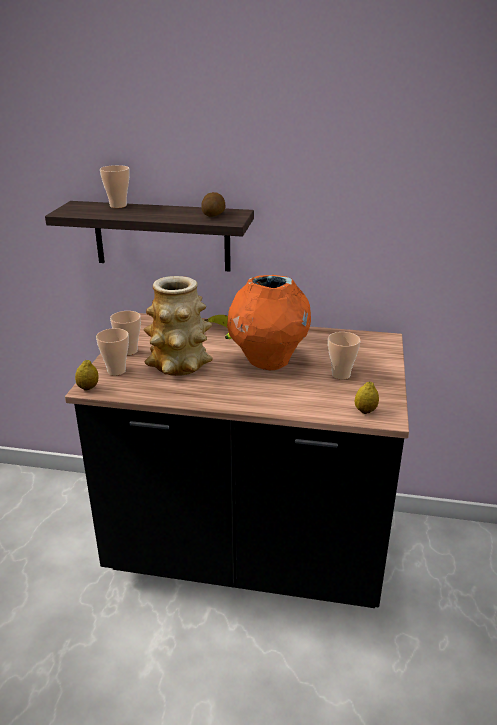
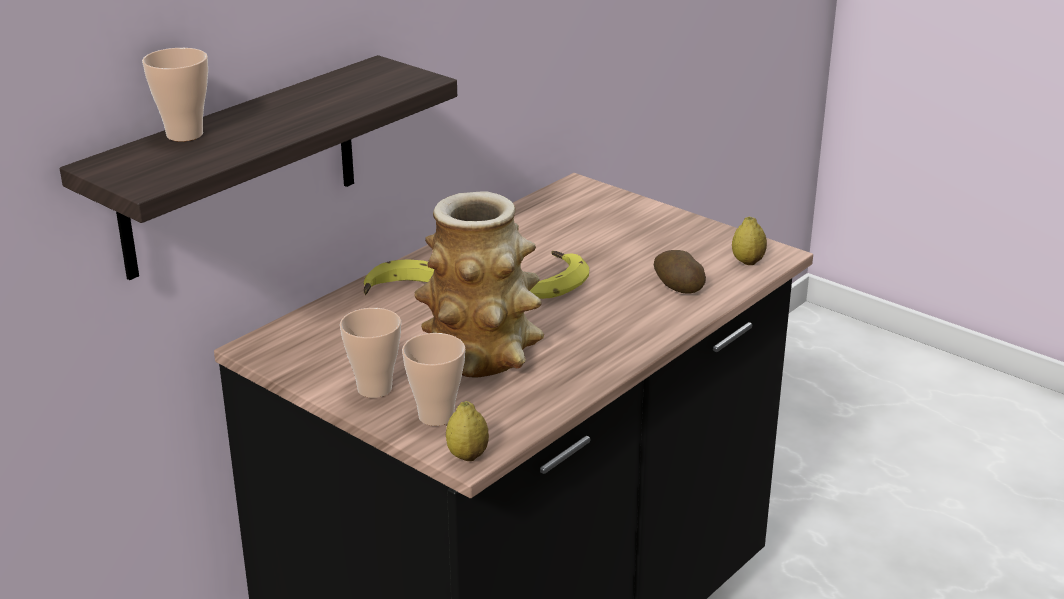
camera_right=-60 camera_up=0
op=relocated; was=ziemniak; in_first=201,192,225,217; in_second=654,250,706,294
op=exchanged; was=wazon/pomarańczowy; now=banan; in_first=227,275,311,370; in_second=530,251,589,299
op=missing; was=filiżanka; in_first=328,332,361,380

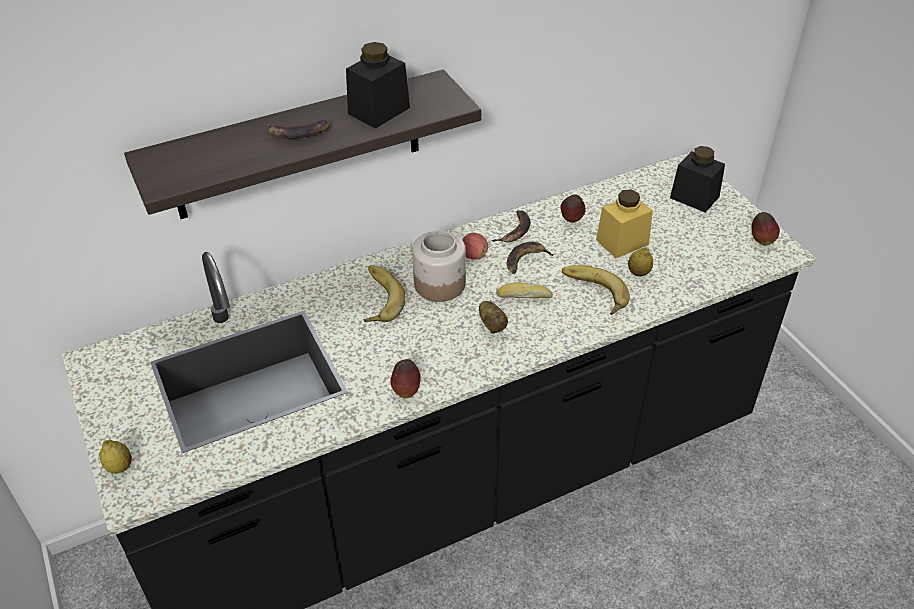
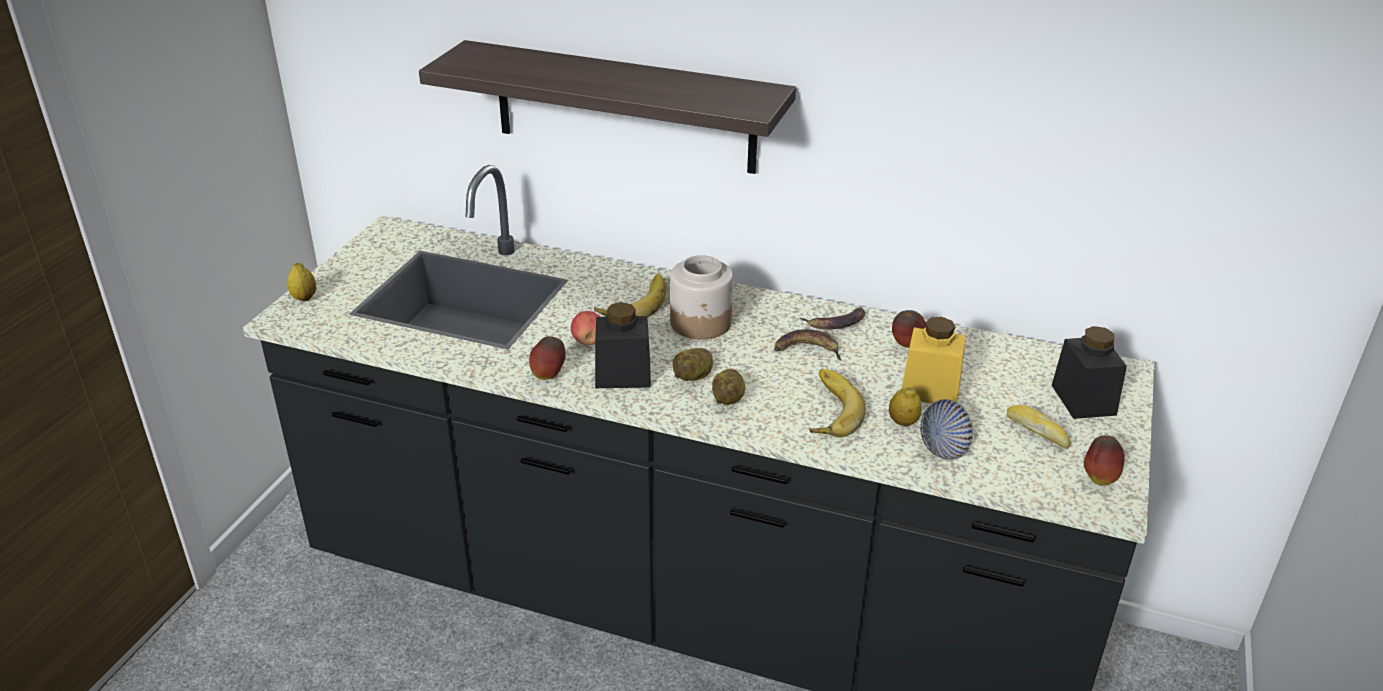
camera_right=45 camera_up=-10
op=relocated; was=słoik/czarny; in_first=346,42,410,129; in_second=595,302,651,388
op=missing; was=banan; in_first=268,119,330,139
op=relocated; was=jabłko; in_first=462,233,488,260; in_second=571,311,600,345
op=relocated; was=chleb; in_first=496,282,553,298; in_second=1007,405,1071,449
op=appeared; now=ziemniak; in_second=712,369,745,405
op=appeared; now=miska; in_second=920,399,973,460

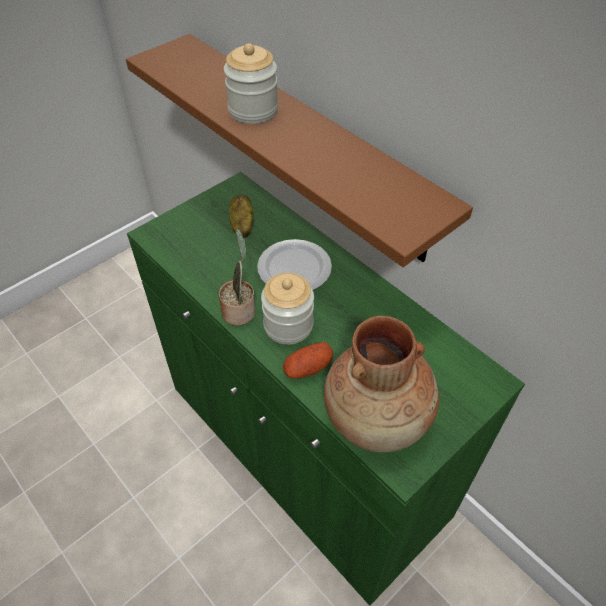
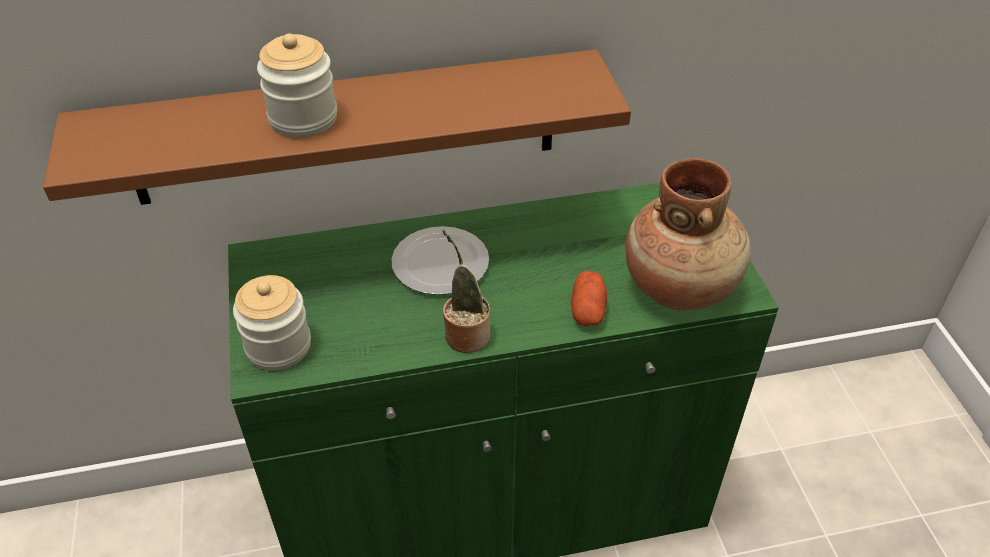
camera_right=-60 camera_up=-5
op=missing; was=ziemniak; in_first=229,195,253,238
op=relocated; was=słoik; in_first=261,273,314,345; in_second=233,275,311,370

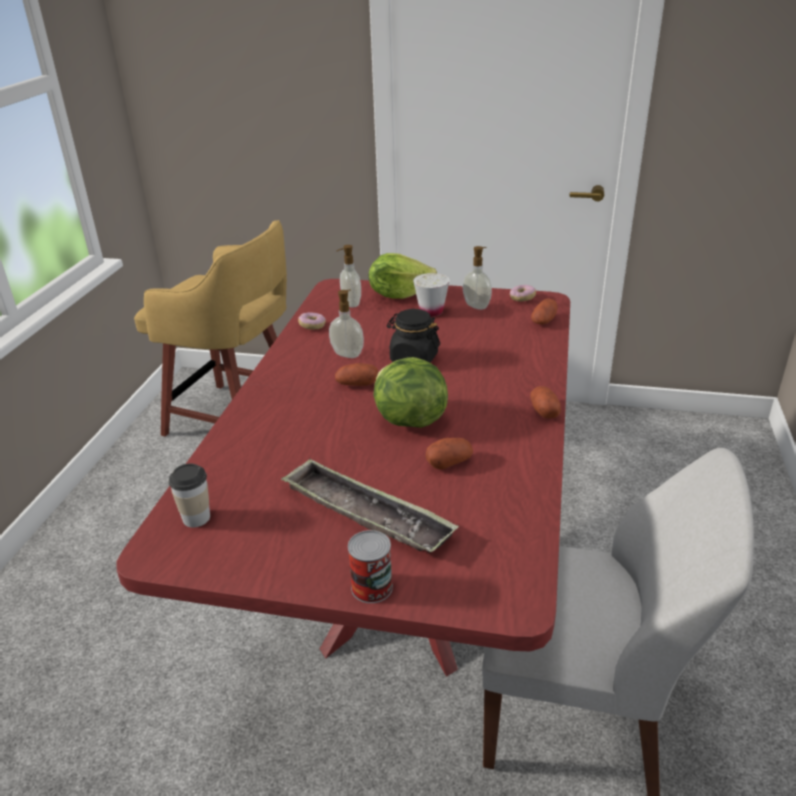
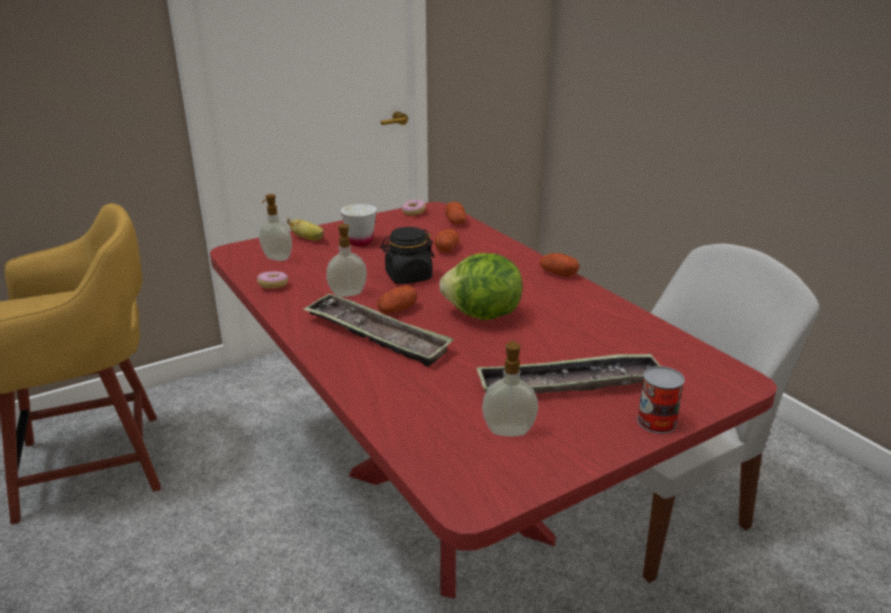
camera_right=-45 camera_up=-5
op=relocated; was=dozownik mydła; in_first=463,246,492,310; in_second=482,340,538,436
op=exchanged; was=sałata; now=banan; in_first=369,253,437,299; in_second=287,218,324,241
op=relocated; was=ziemniak; in_first=426,438,473,470; in_second=435,229,460,253
op=missing; was=filiżanka; in_first=169,463,210,528
op=appeared; now=taca; in_second=303,294,454,367

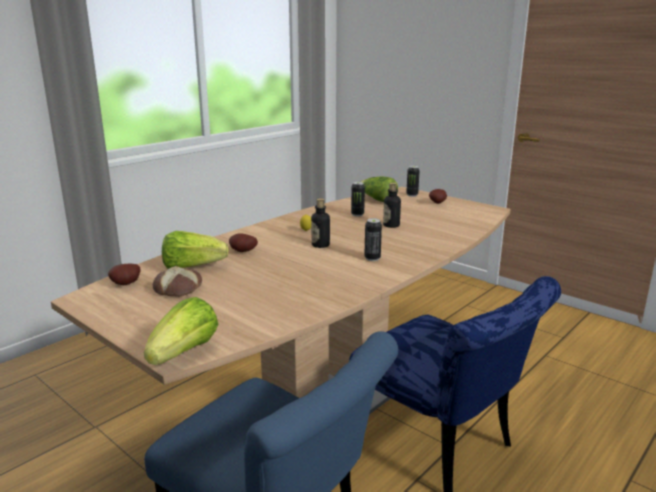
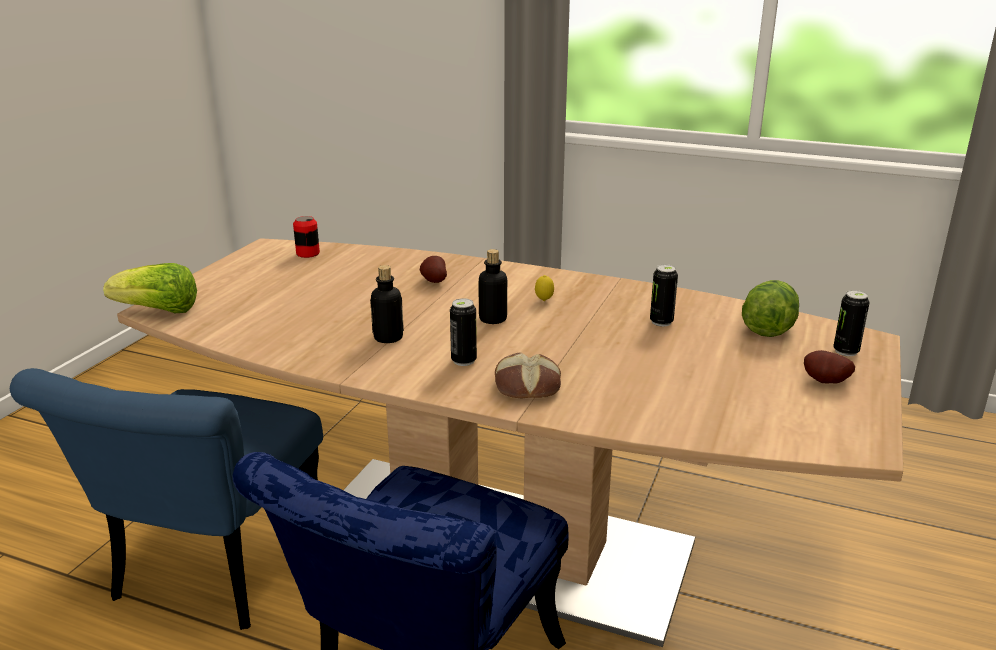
camera_right=70 camera_up=5
op=relocated; was=butelka; in_first=383,183,401,228; in_second=370,265,404,343
op=missing; was=sałata; in_first=162,231,229,269
op=exchanged; was=ziemniak; now=puszka; in_first=108,264,141,285; in_second=293,216,320,258
op=relocated; was=chleb; in_first=153,266,202,297; in_second=495,352,561,398

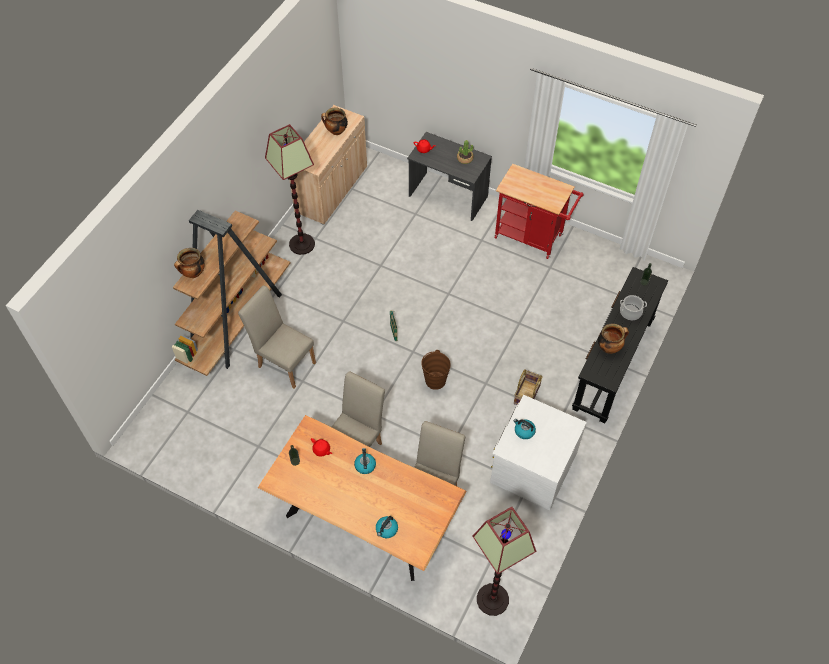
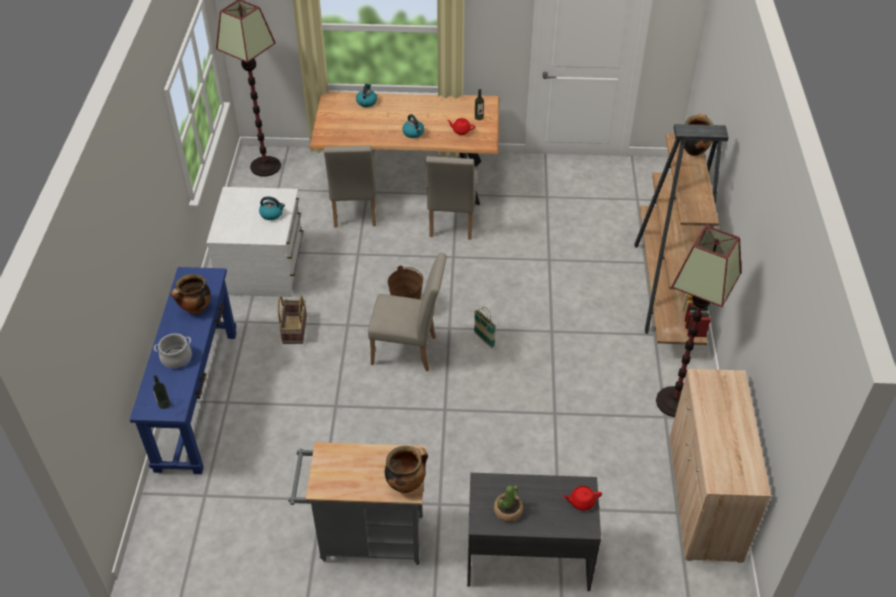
camera_right=155 camera_up=-10
op=relocated; was=garnek; in_first=321,107,348,135; in_second=385,446,428,493
op=colour; was=wózek/czerwony; now=wózek/szary; in_first=495,164,584,259; in_second=289,442,426,565
op=colour; was=stolik konsolowy/czarny; now=stolik konsolowy/niebieski; in_first=572,267,668,423; in_second=129,267,237,474
op=relocated; was=krzesło/beżowy; in_first=238,285,316,388; in_second=368,253,447,371

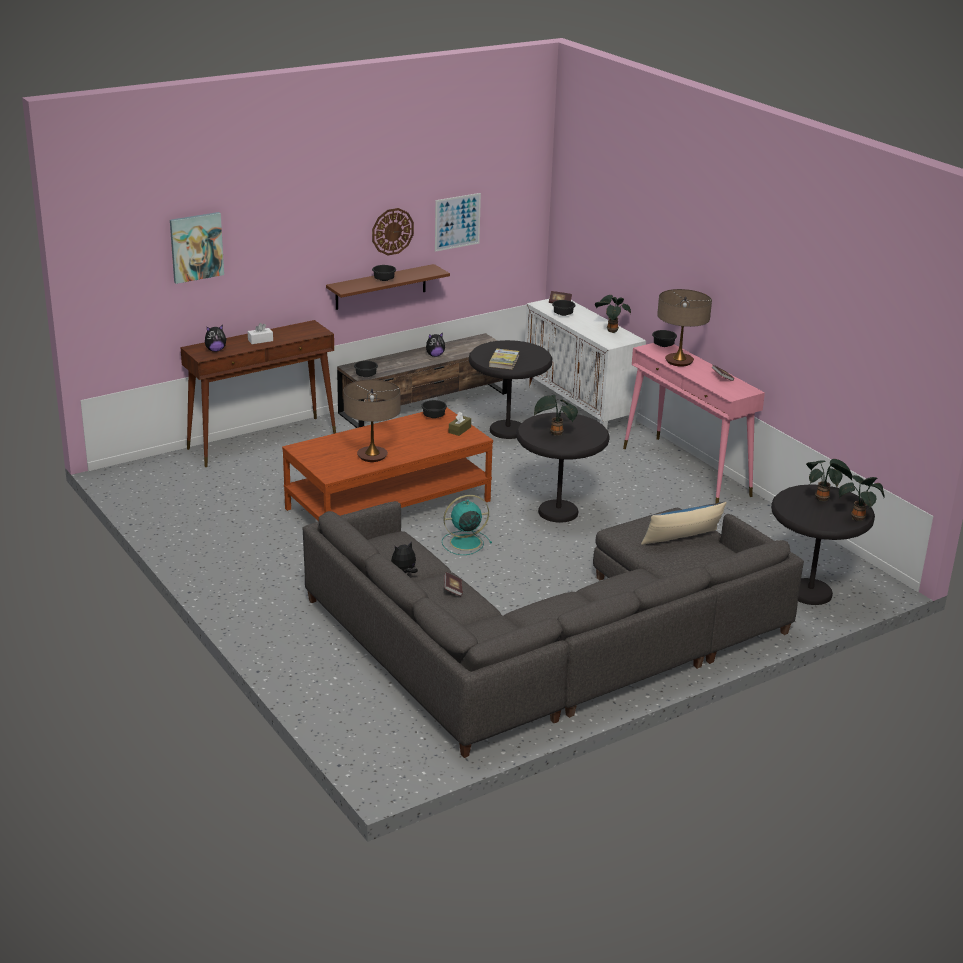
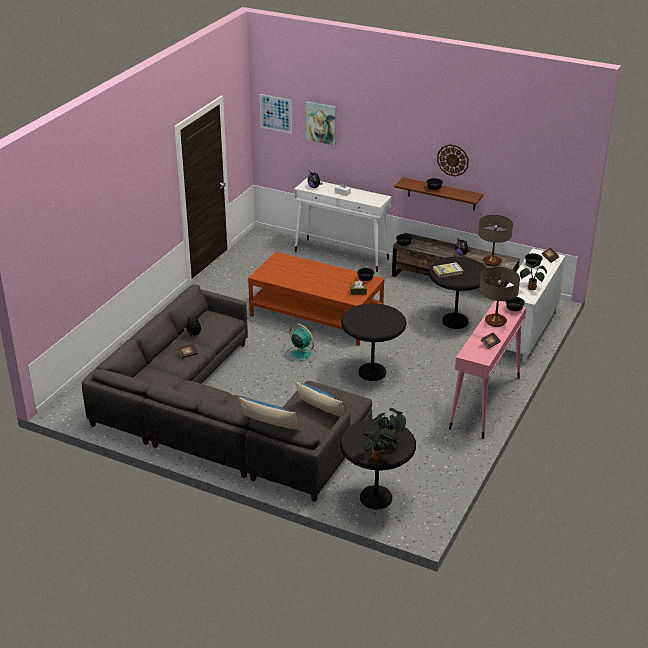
camera_right=60 camera_up=5
op=relocated; was=obraz; in_first=435,193,481,252; in_second=260,94,292,134
op=colour; was=stolik konsolowy/brązowy; now=stolik konsolowy/biały; in_first=180,320,336,467; in_second=294,178,391,272
op=relocated; was=lampa stołowa; in_first=343,379,400,462; in_second=478,215,513,266
op=missing; was=roślina doniczkowa; in_first=534,395,578,436
op=appeared; now=poduszka; in_second=238,397,302,431

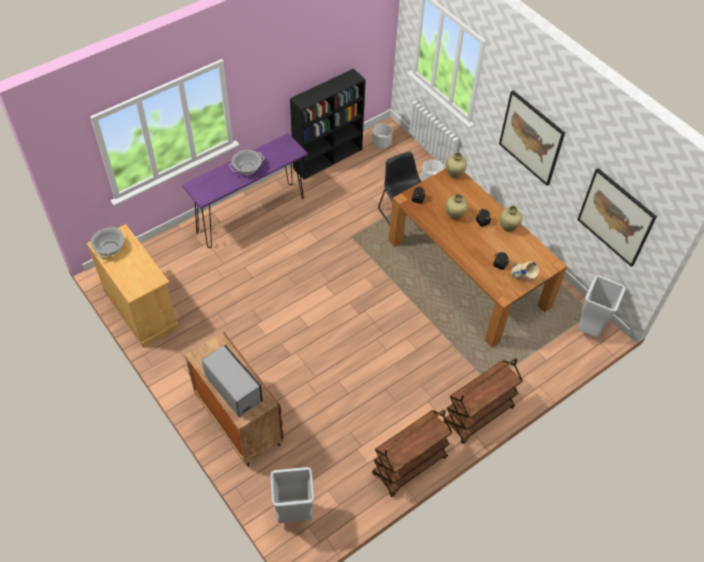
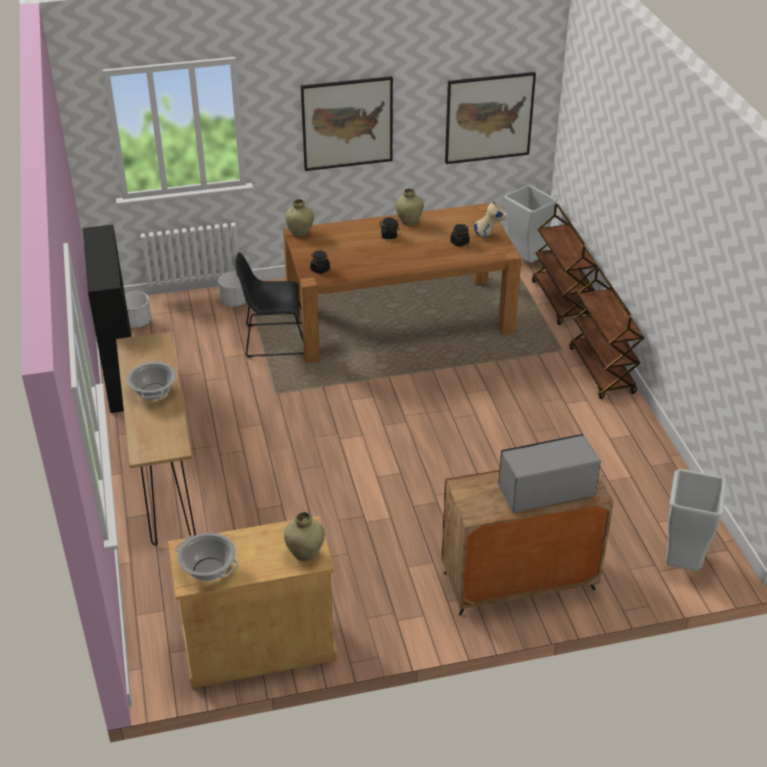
camera_right=-65 camera_up=-15
op=colour; was=stolik konsolowy/fioletowy; now=stolik konsolowy/brązowy; in_first=182,133,308,248; in_second=116,332,196,545
op=relocated; was=wazon/beżowy; in_first=446,194,468,220; in_second=284,512,325,561
op=relocated; was=wózek/brązowy; in_first=372,410,453,497; in_second=532,204,598,325

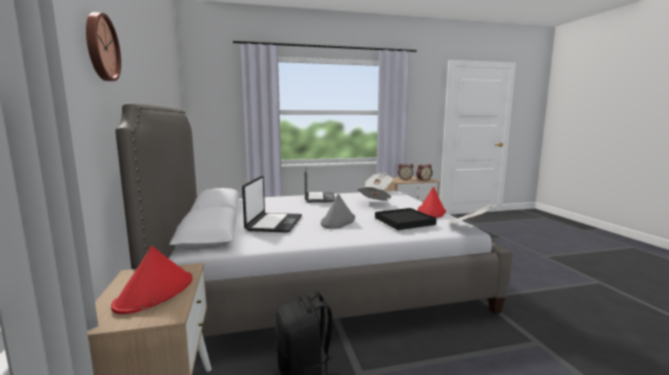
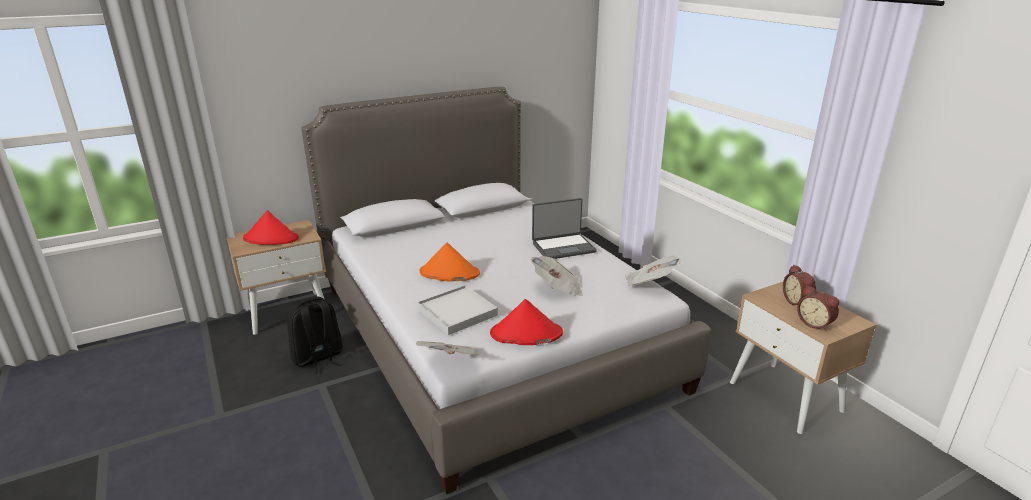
camera_right=75 camera_up=15
op=missing; was=zegar ścienny; in_first=86,12,121,81
op=missing; was=laptop; in_first=242,176,302,233
op=colour; was=kapelusz/szary; now=kapelusz/pomarańczowy; in_first=321,194,355,229; in_second=420,242,480,282
op=colour; was=taca/czarny; now=taca/biały; in_first=375,208,437,230; in_second=417,285,498,335

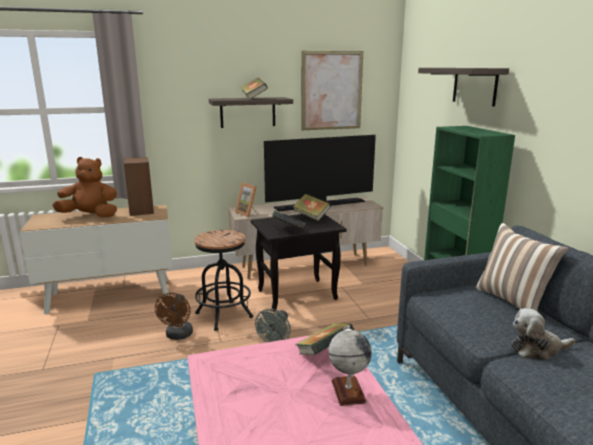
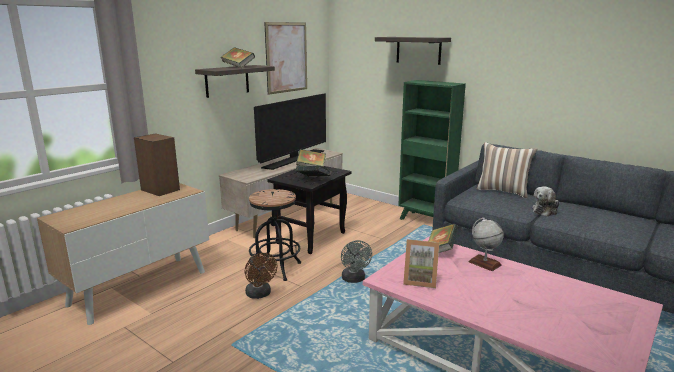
camera_right=-35 camera_up=0
op=missing; was=pluszak/brązowy; in_first=52,157,117,218
op=relocated; was=ramka na zdjęcie; in_first=235,182,257,217; in_second=403,239,439,288

